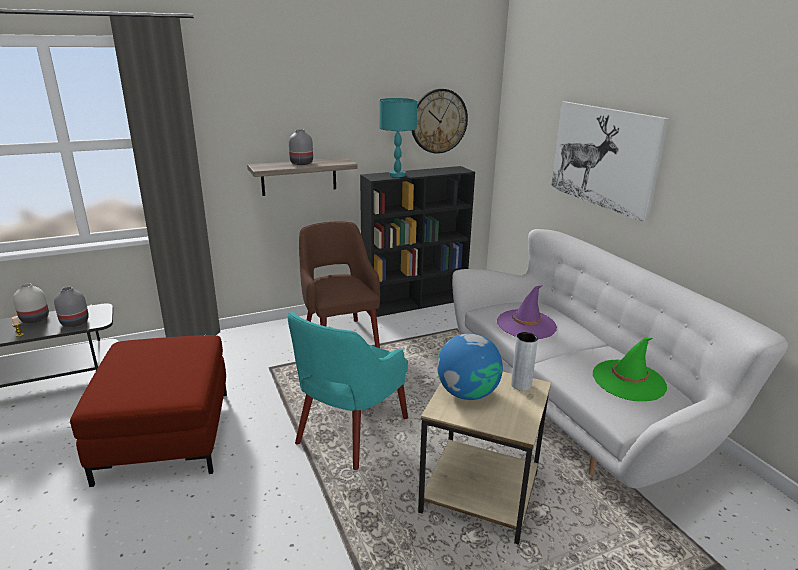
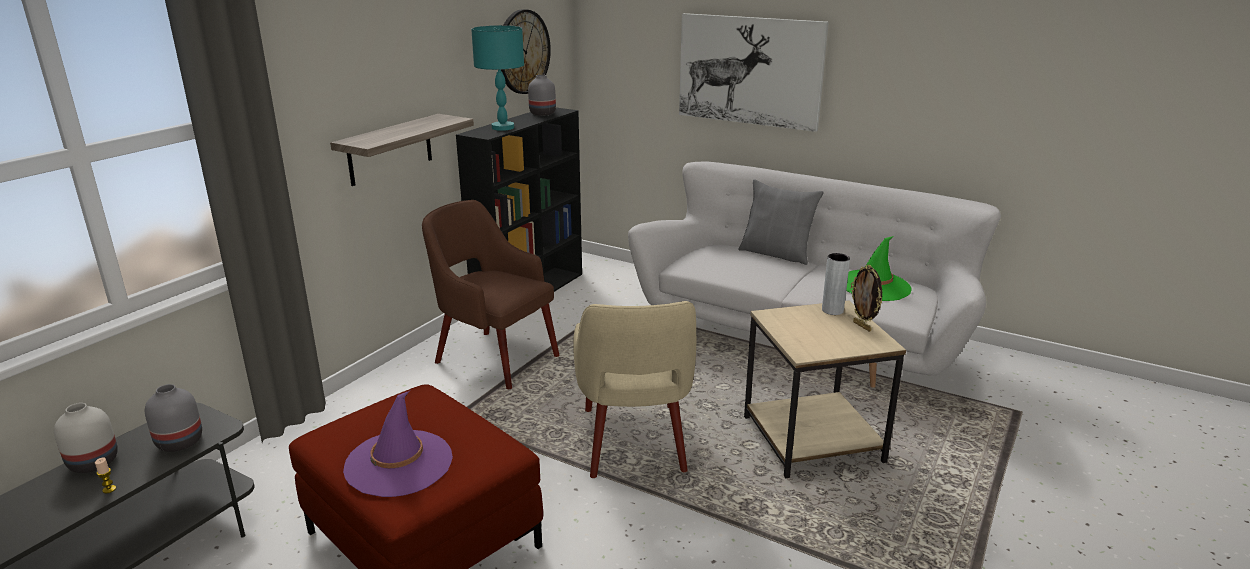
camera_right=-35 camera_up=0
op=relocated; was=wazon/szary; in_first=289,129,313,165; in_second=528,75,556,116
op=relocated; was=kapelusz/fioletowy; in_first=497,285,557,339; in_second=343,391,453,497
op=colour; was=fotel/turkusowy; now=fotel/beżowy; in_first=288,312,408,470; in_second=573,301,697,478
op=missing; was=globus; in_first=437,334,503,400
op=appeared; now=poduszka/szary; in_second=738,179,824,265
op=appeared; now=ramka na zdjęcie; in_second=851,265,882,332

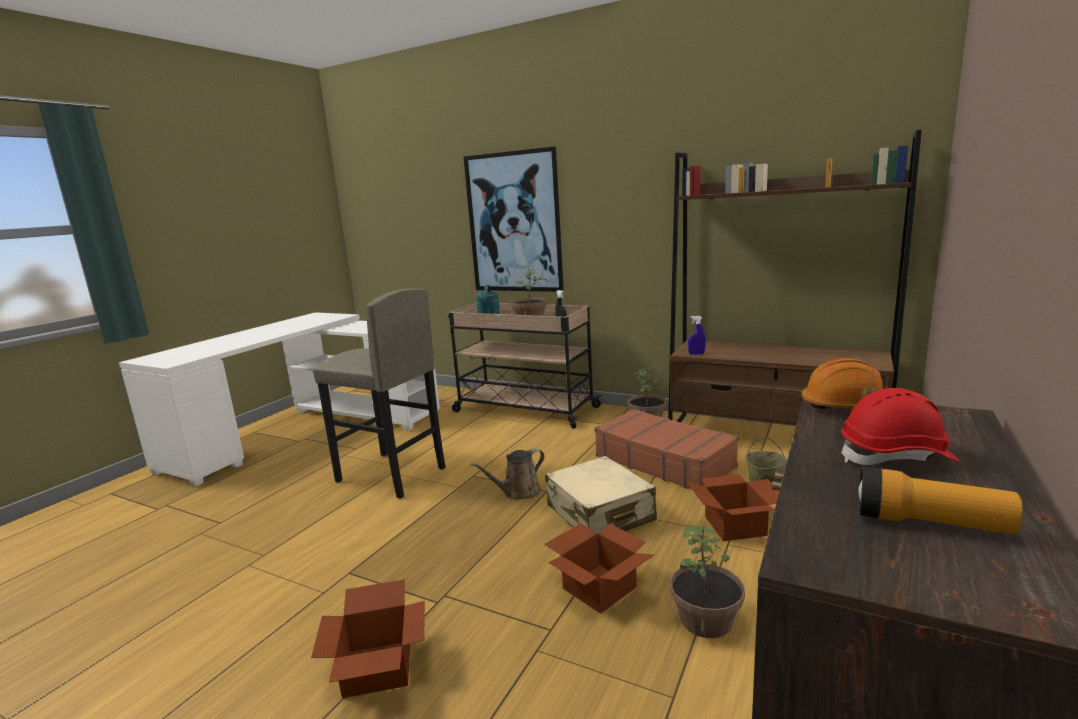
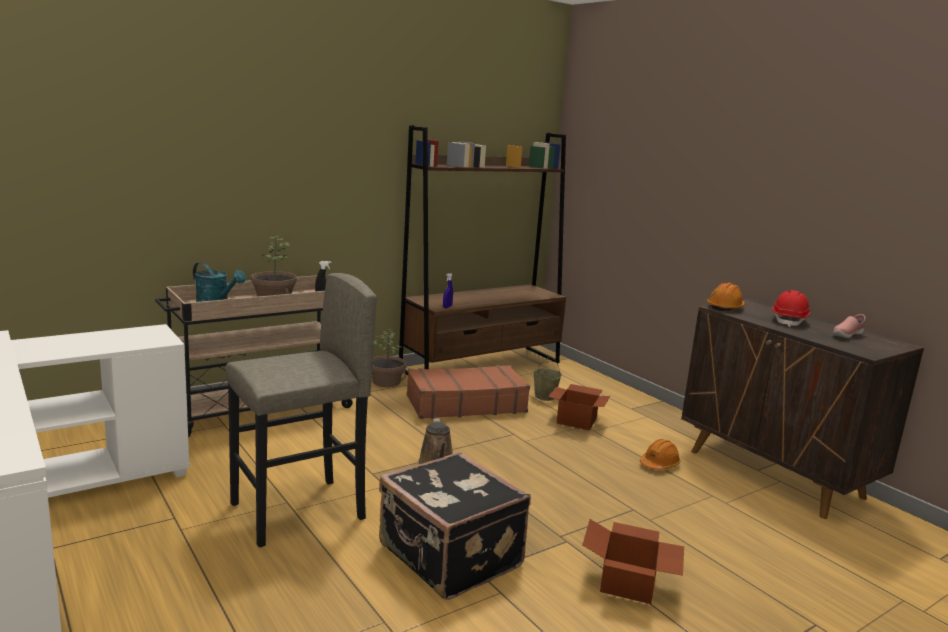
camera_right=-65 camera_up=0
op=missing; was=obraz; in_first=463,146,564,292
op=missing; was=walizka/beżowy; in_first=545,456,657,534
op=exchanged; was=latarka; now=but/różowy; in_first=858,466,1023,534; in_second=832,314,866,338
op=missing; was=karton; in_first=544,523,654,614
op=exchanged; was=roślina doniczkowa; now=kask/pomarańczowy; in_first=670,525,745,638; in_second=640,439,681,470
op=appeared; now=walizka/czarny; in_second=379,452,531,600

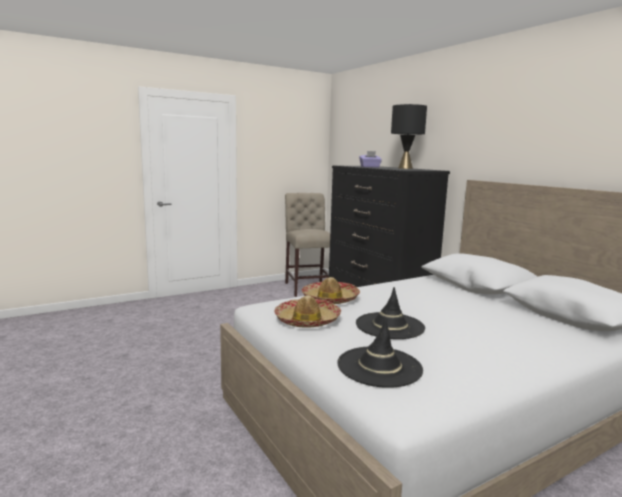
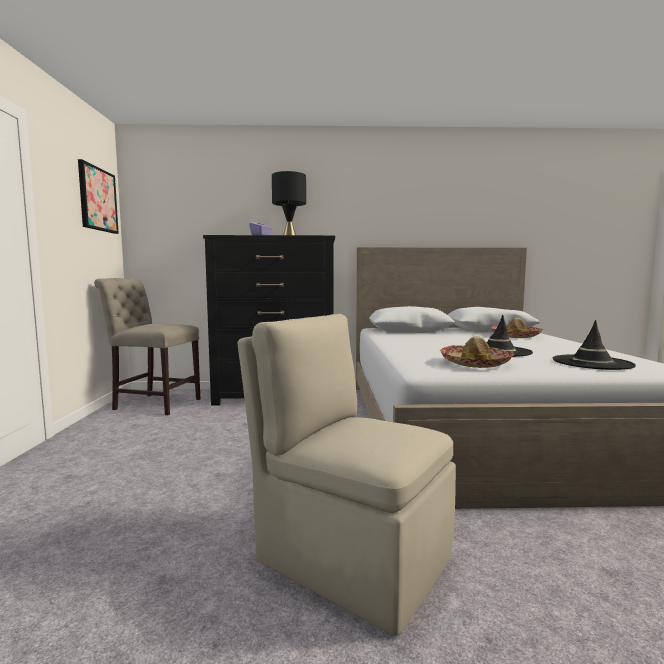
camera_right=-60 camera_up=-5
op=relocated; was=kapelusz; in_first=302,277,360,304; in_second=491,318,543,338
op=appeared; now=obraz; in_second=78,159,119,234
op=appeared; now=krzesło/beżowy; in_second=238,314,456,636

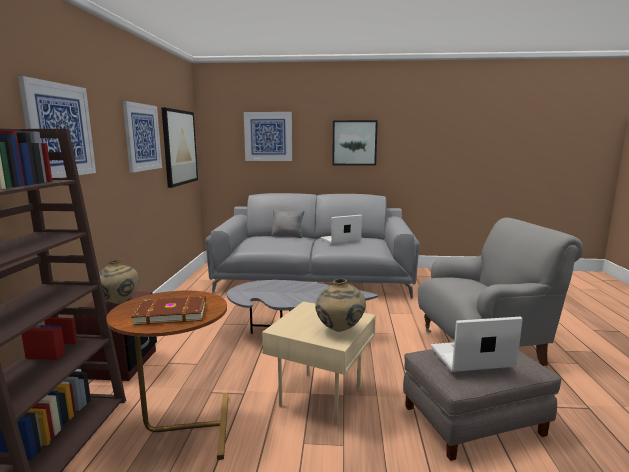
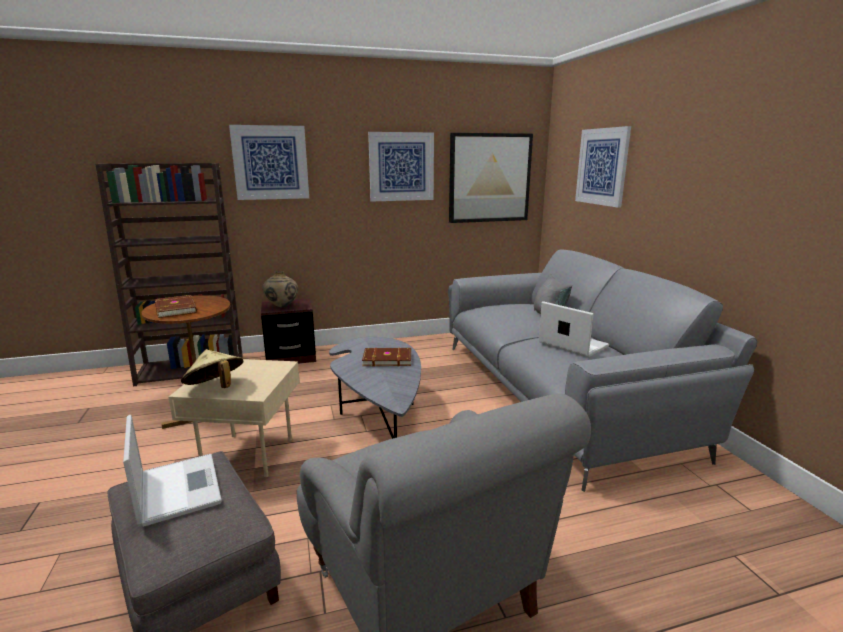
camera_right=70 camera_up=5
op=missing; was=obraz; in_first=332,120,378,166
op=exchanged; was=wazon/beżowy; now=kapelusz/beżowy; in_first=315,278,366,332; in_second=181,349,243,388
op=appeared; now=książka/brązowy; in_second=362,348,411,367

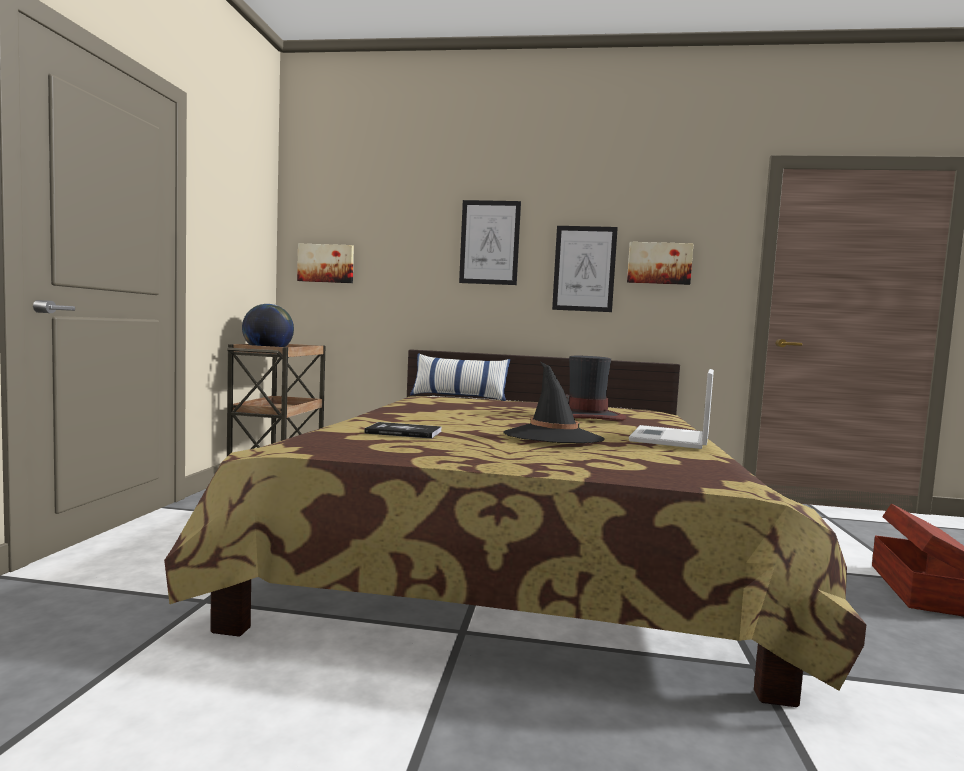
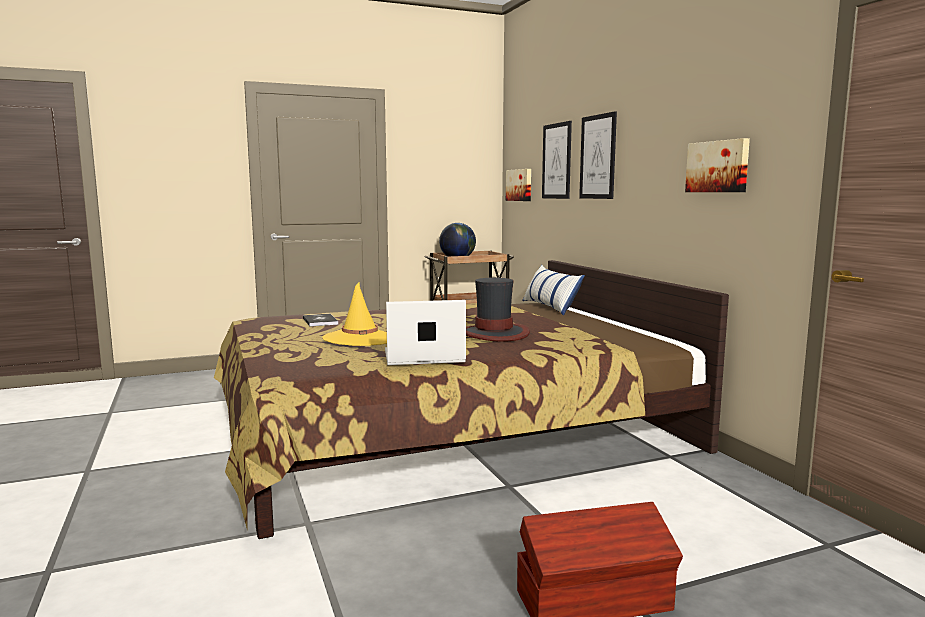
camera_right=60 camera_up=5
op=relocated; was=obraz; in_first=552,226,618,312; in_second=542,121,572,199
op=colour; was=kapelusz/czarny; now=kapelusz/żółty; in_first=503,361,605,443; in_second=322,282,387,346

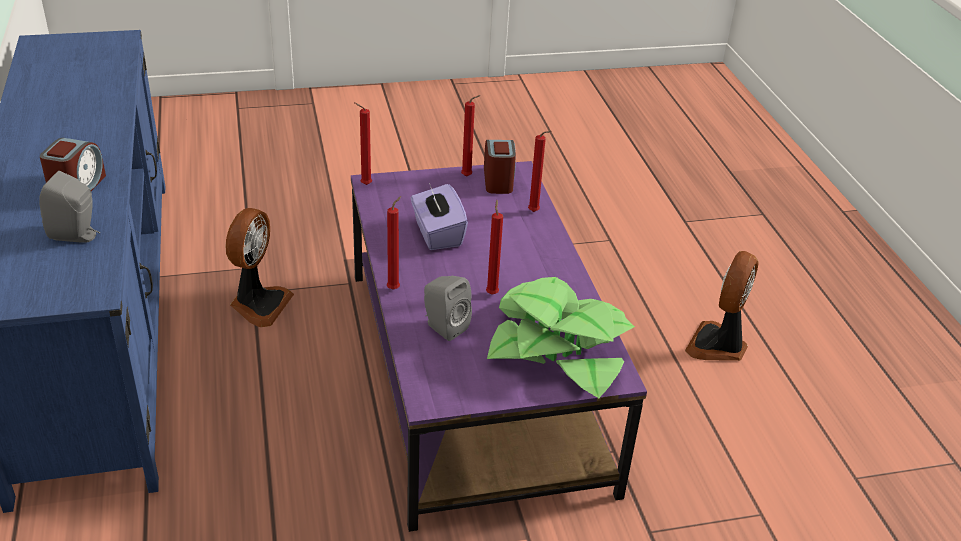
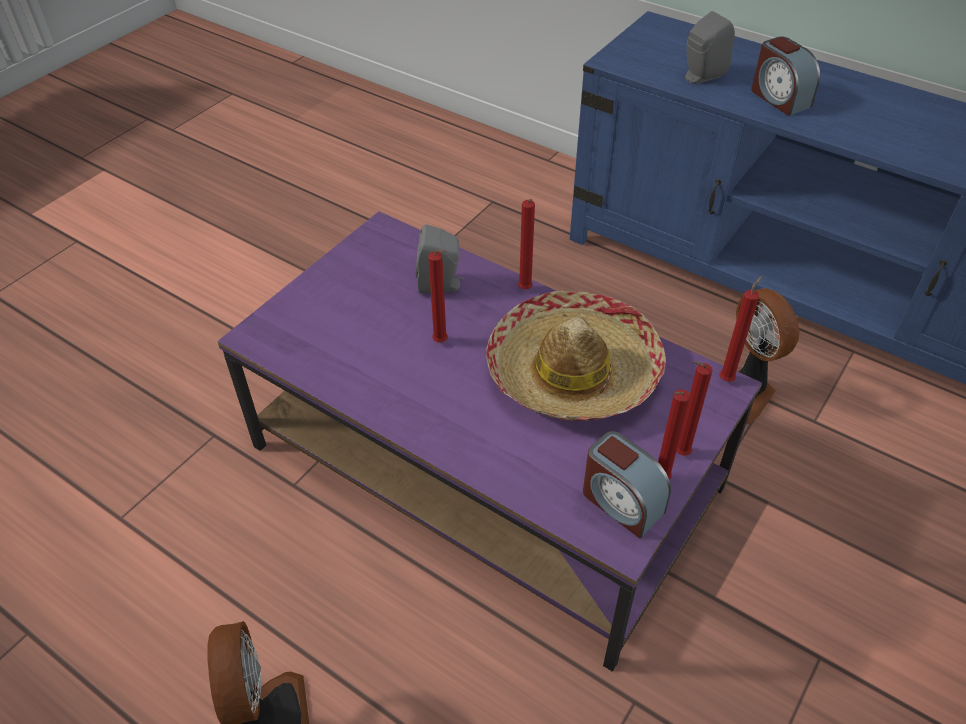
camera_right=140 camera_up=10
op=relocated; was=świeca/czerwony; in_first=528,131,551,212; in_second=676,361,713,456
op=exchanged; was=pudełko chusteczek/fioletowy; now=kapelusz; in_first=411,183,468,250; in_second=486,291,666,421
op=missing; was=roślina doniczkowa; in_first=487,277,635,398

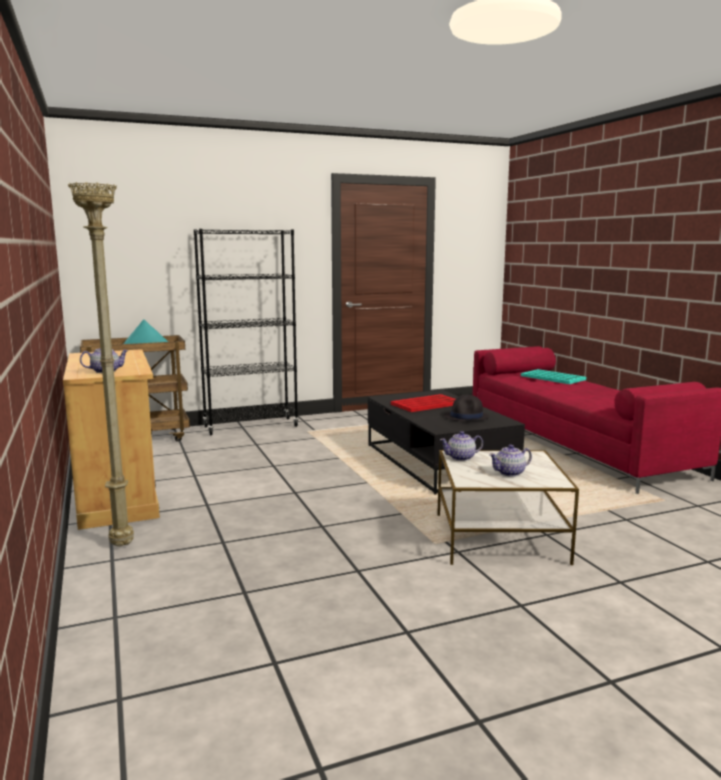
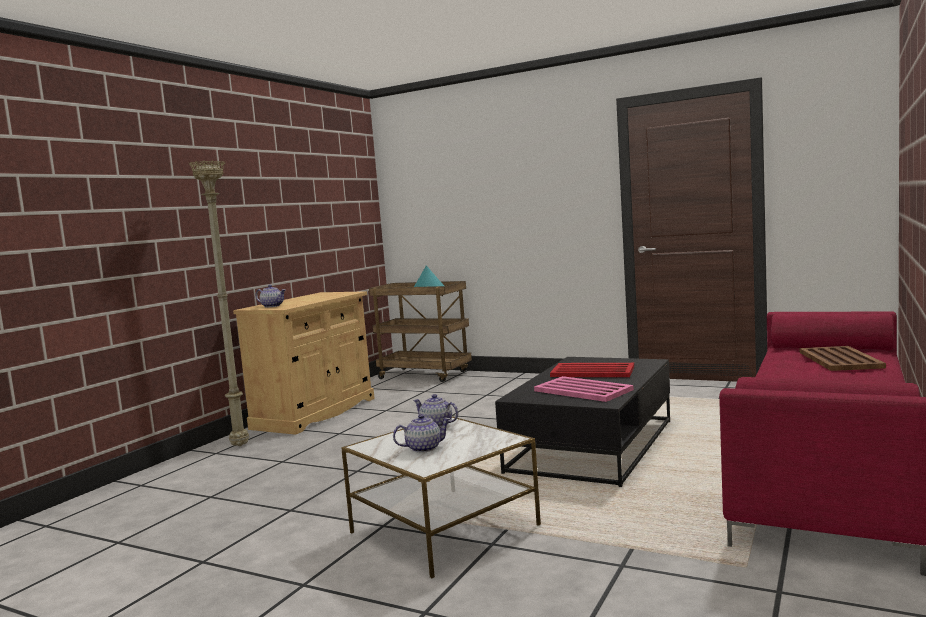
camera_right=50 camera_up=-5
op=missing; was=regał/czarny; in_first=194,229,299,435
op=colour; was=taca/turkusowy; now=taca/brązowy; in_first=521,369,586,384; in_second=799,346,886,371
op=exchanged; was=kapelusz/czarny; now=taca/różowy; in_first=444,395,489,421; in_second=534,376,634,402
op=spun; was=imbryk; in_first=489,445,532,477; in_second=393,414,450,453; clockwise=135

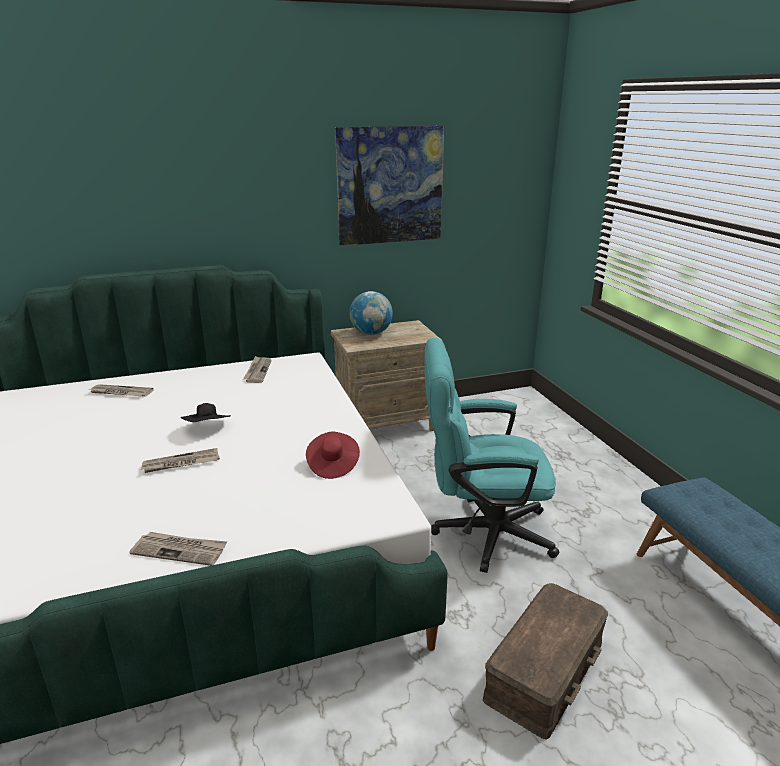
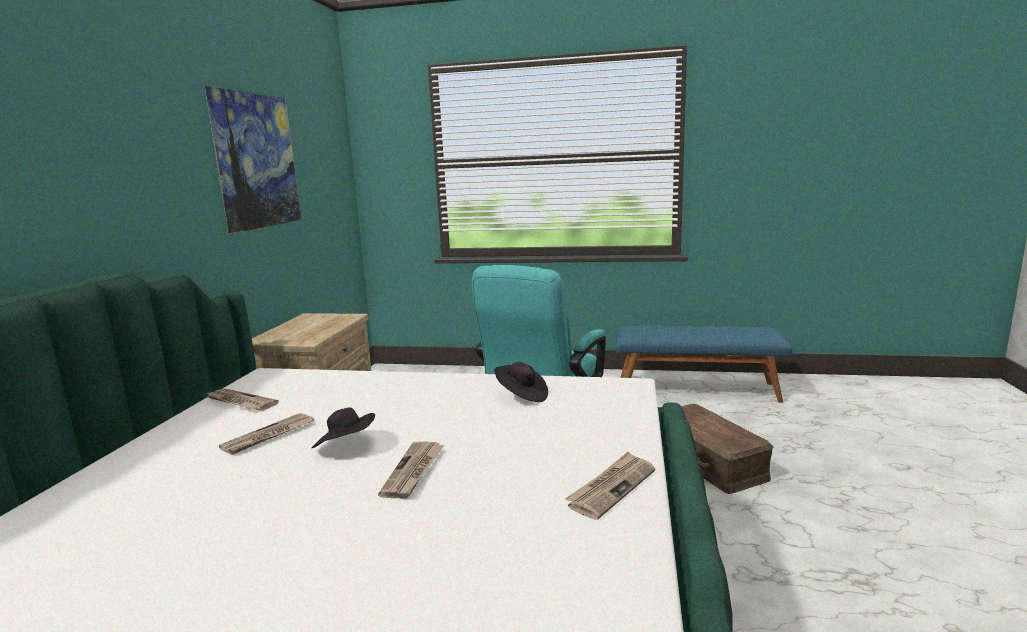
camera_right=-60 camera_up=-10
op=missing; was=globus; in_first=349,291,393,335
op=relocated; was=gazeta; in_first=90,384,154,396; in_second=219,413,314,455
op=colour; was=kapelusz/czerwony; now=kapelusz/czarny; in_first=306,431,360,479; in_second=494,362,548,402

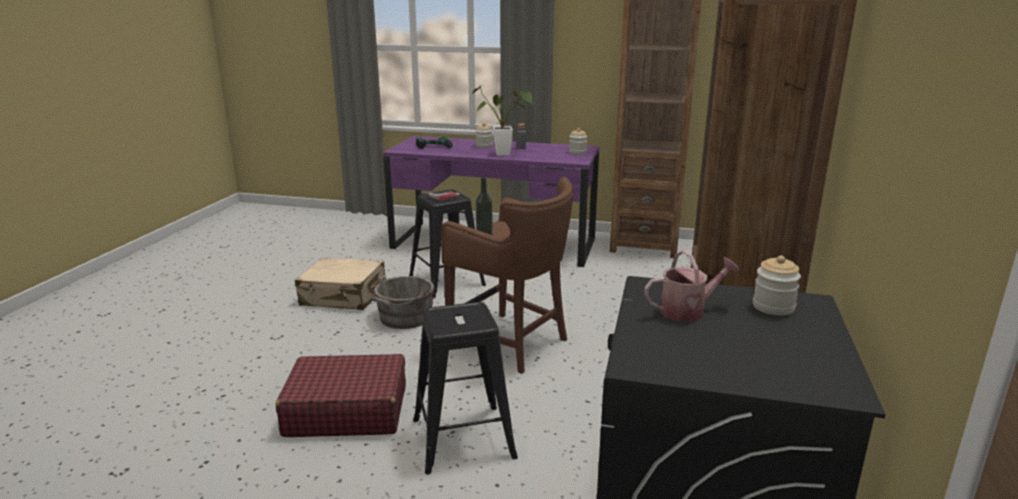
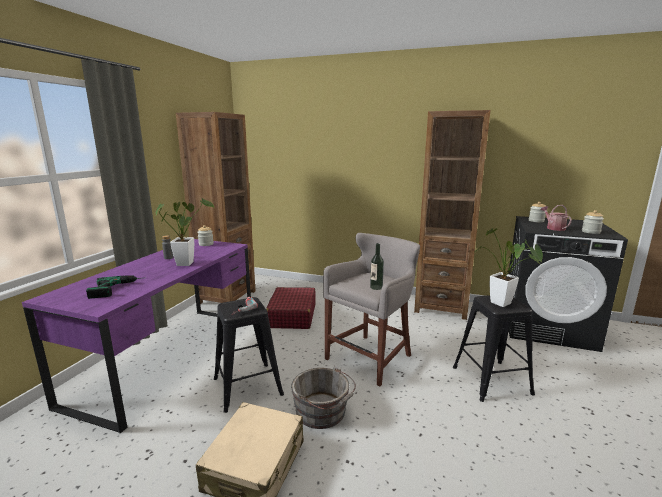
camera_right=-85 camera_up=-5
op=relocated; was=słoik; in_first=476,123,493,148; in_second=582,210,604,234
op=colour; was=stołek/brązowy; now=stołek/szary; in_first=441,177,573,374; in_second=323,233,420,387
op=relocated; was=walizka/czerwony; in_first=276,354,406,437; in_second=266,287,316,329
op=appeared; now=roślina doniczkowa; in_second=474,228,543,307

